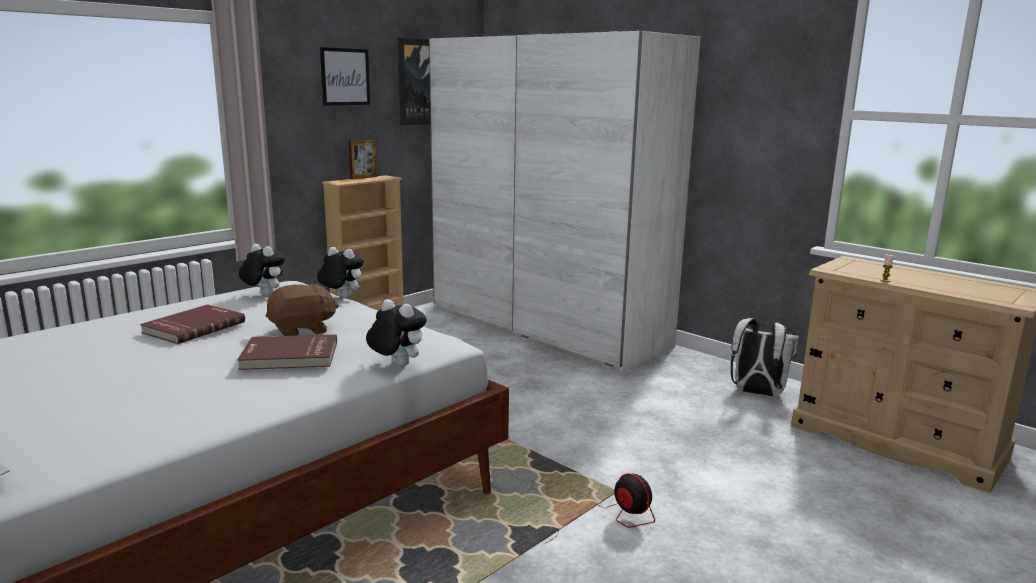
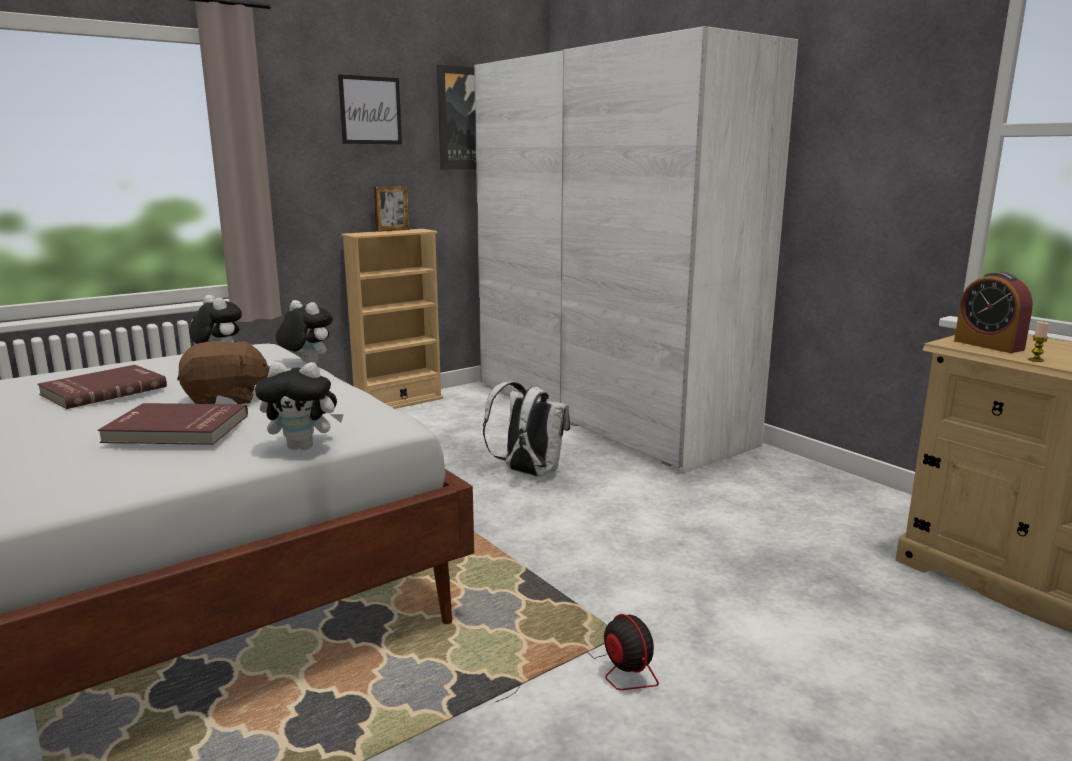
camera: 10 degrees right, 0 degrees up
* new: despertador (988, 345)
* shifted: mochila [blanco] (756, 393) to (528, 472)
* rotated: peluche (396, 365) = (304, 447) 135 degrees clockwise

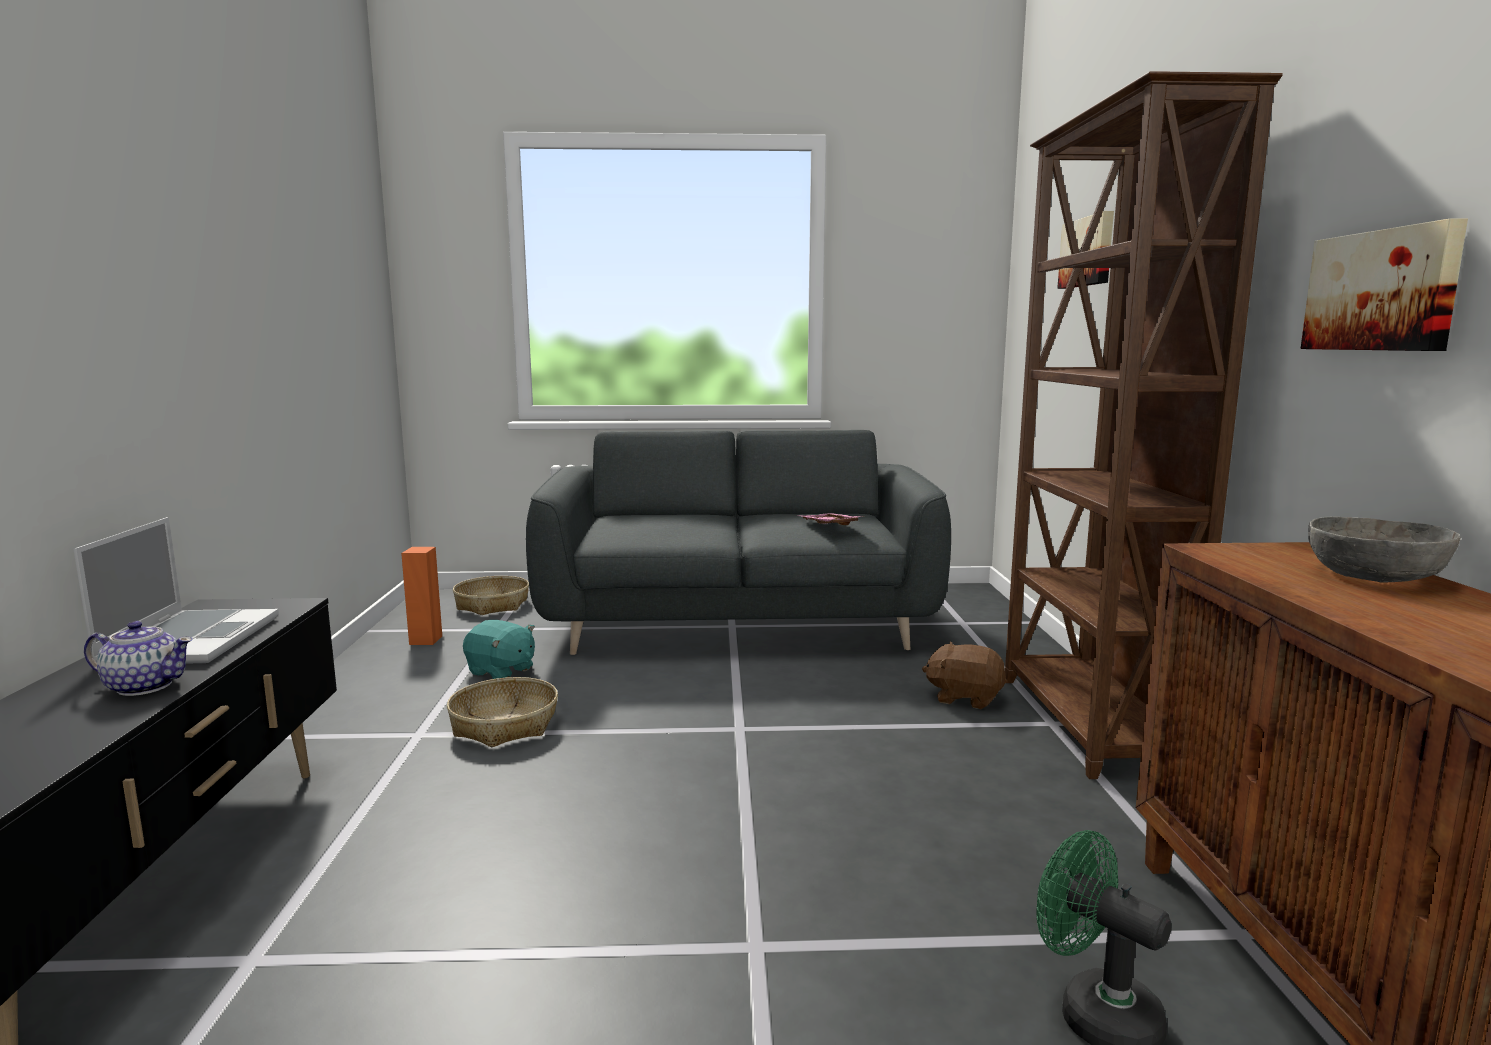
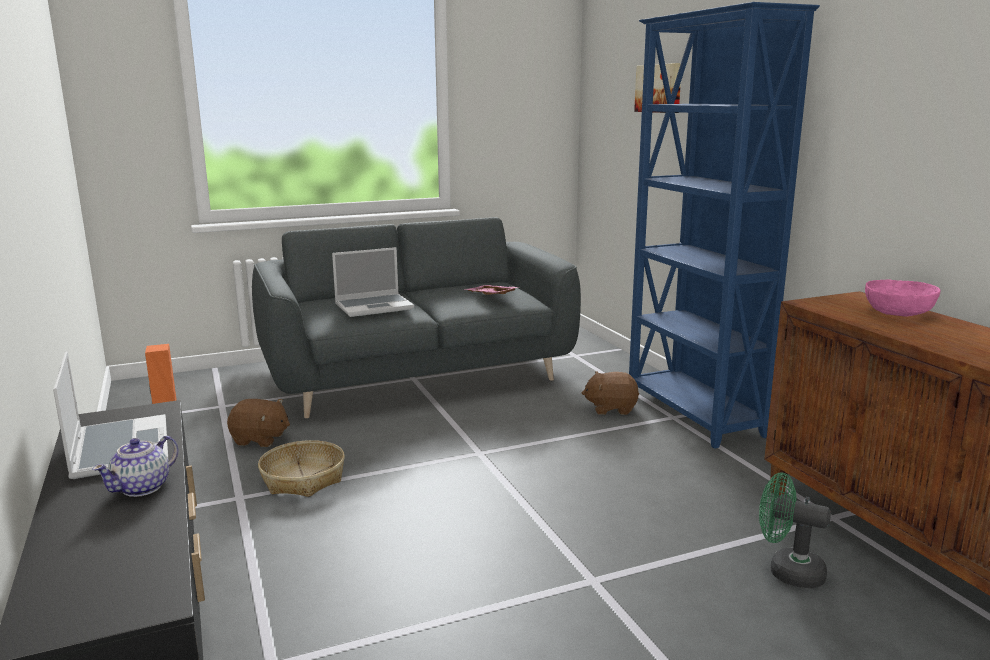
camera: 20 degrees left, 5 degrees up
* gone: cesta (492, 605)
* gone: cuadro (1383, 291)
* new: portátil (374, 306)
* repainted: peluche [turquesa] (501, 671) to peluche [marrón] (260, 439)
* repainted: estantería [marrón] (1085, 724) to estantería [azul] (692, 414)
* repainted: cuenco [gris] (1373, 576) to cuenco [rosa] (898, 312)
* rotated: tetera (144, 686) = (143, 487) 135 degrees clockwise

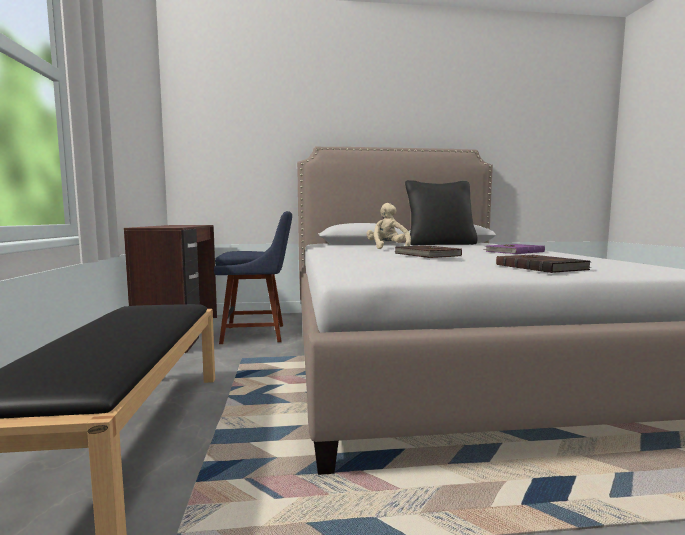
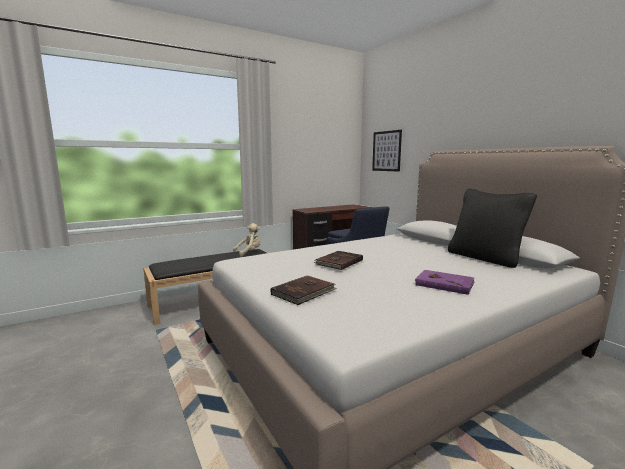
camera: 65 degrees right, 5 degrees up
* new: cuadro (386, 151)
* shifted: peluche [beis] (387, 248) to (249, 252)

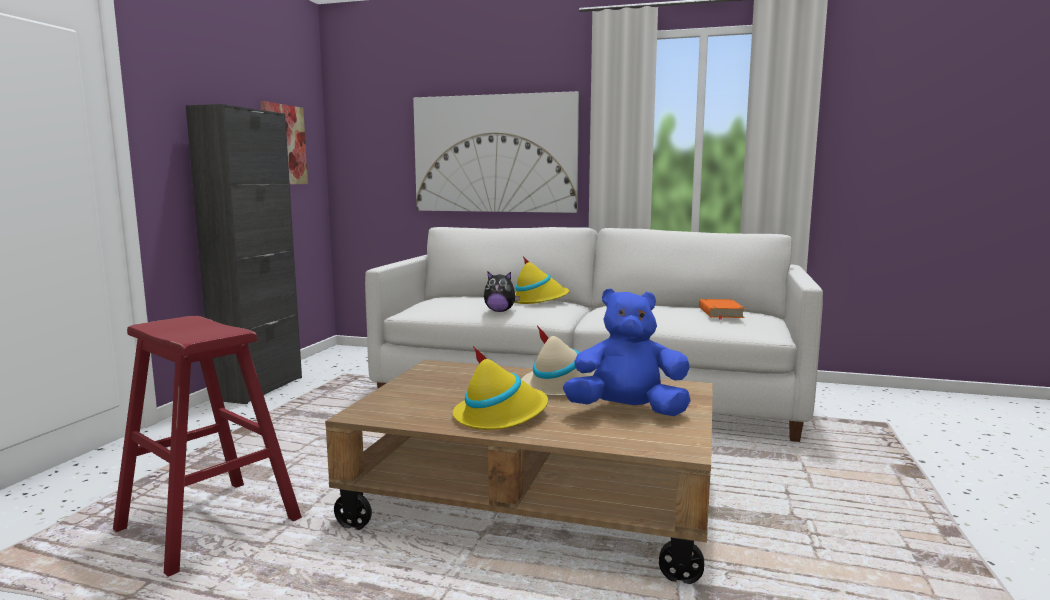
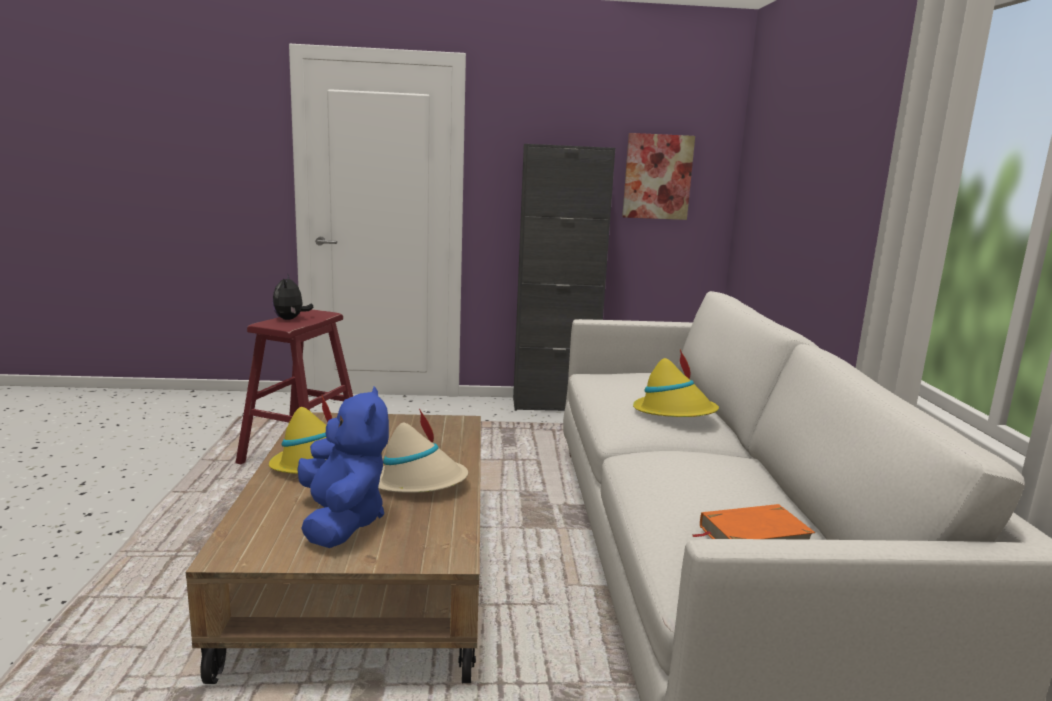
camera: 70 degrees right, 5 degrees up
* gone: cuadro (494, 154)
* shifted: peluche (500, 311) to (290, 319)

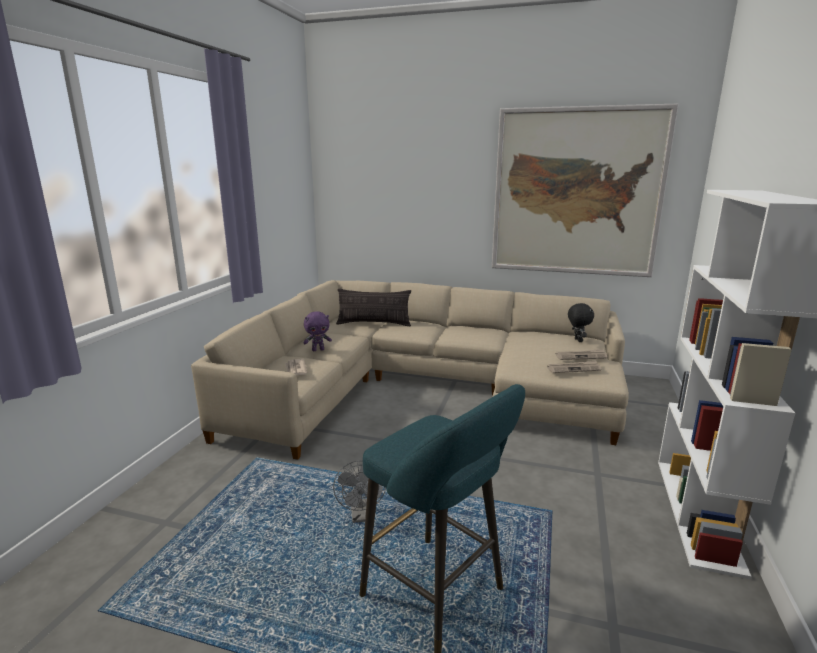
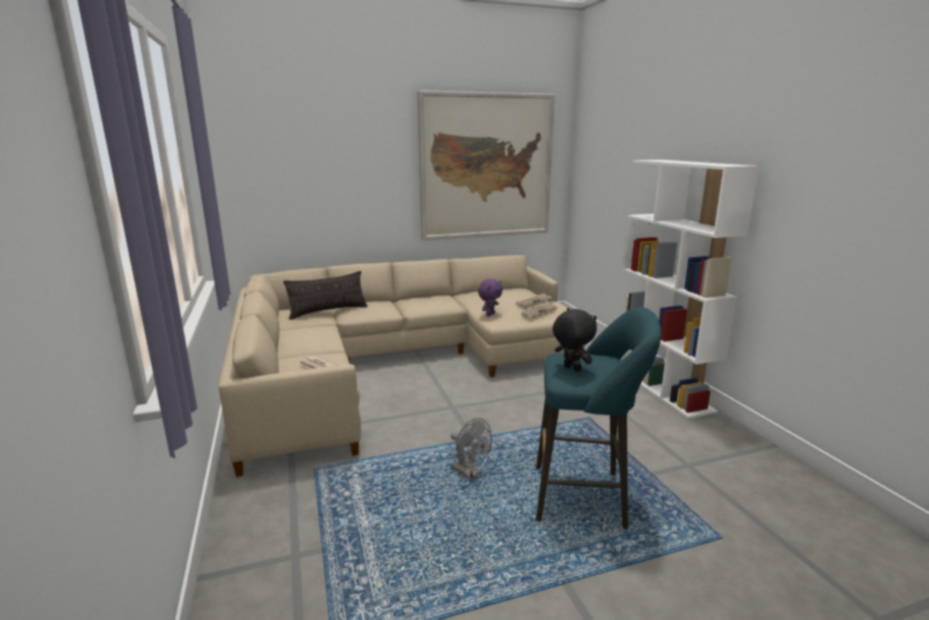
camera: 35 degrees left, 0 degrees up
* shifted: peluche [morado] (318, 350) to (490, 314)
* shifted: peluche [negro] (577, 340) to (571, 369)

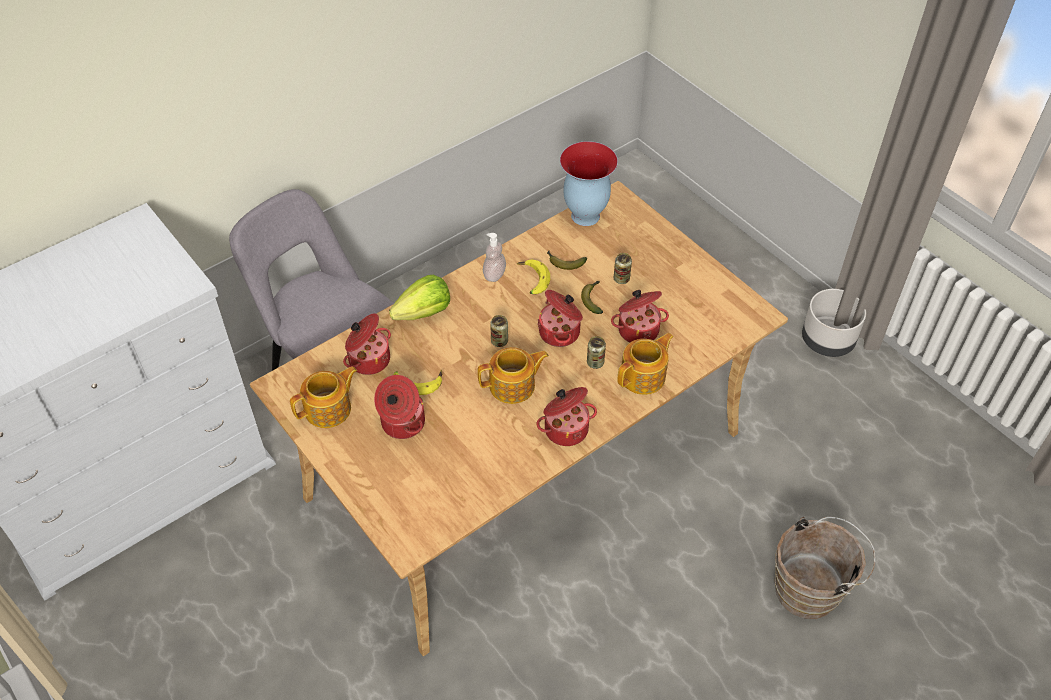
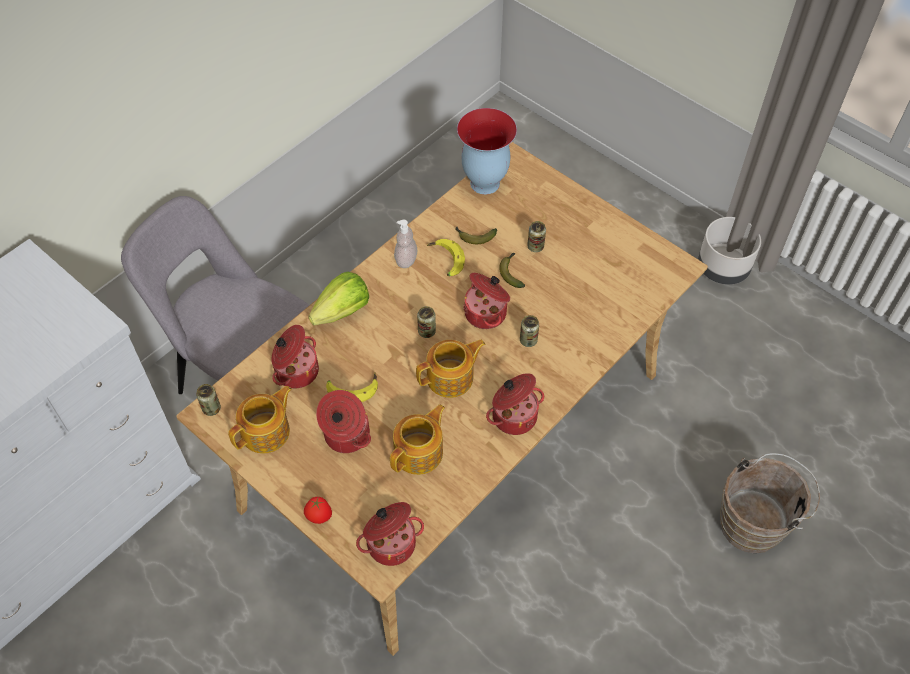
camera: 10 degrees left, 5 degrees up
* new: lata (211, 408)
* new: tomate (319, 517)
* shifted: olla (638, 329) to (391, 542)
* shifted: tetera (644, 376) to (420, 452)

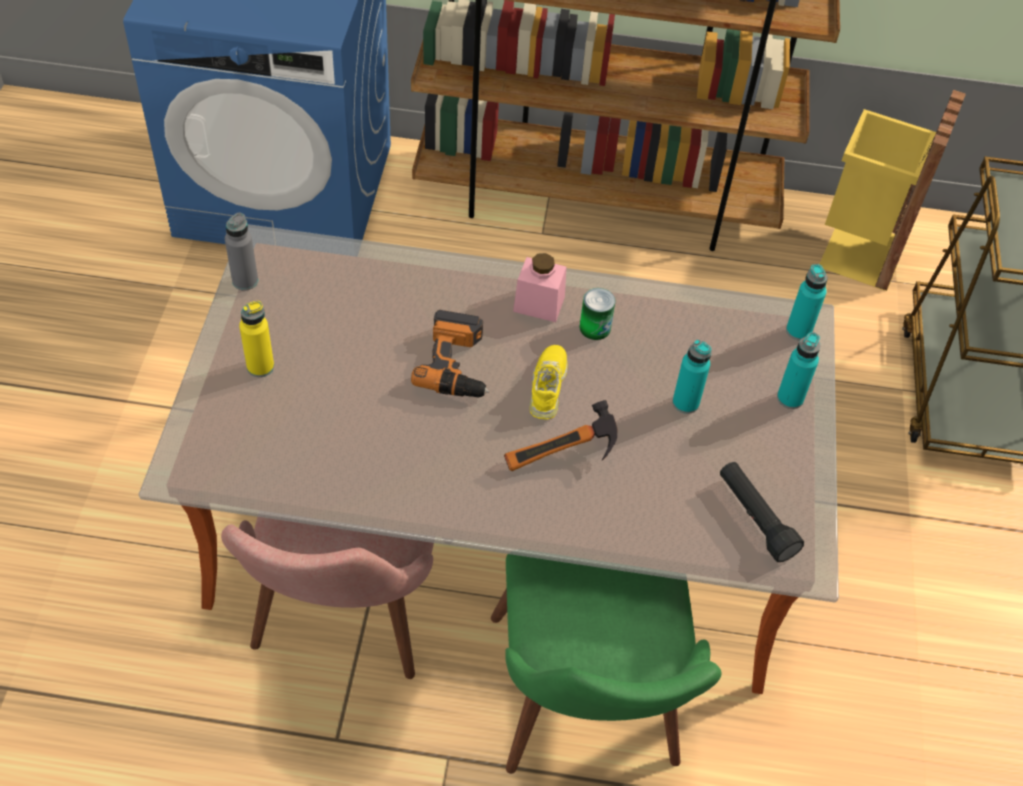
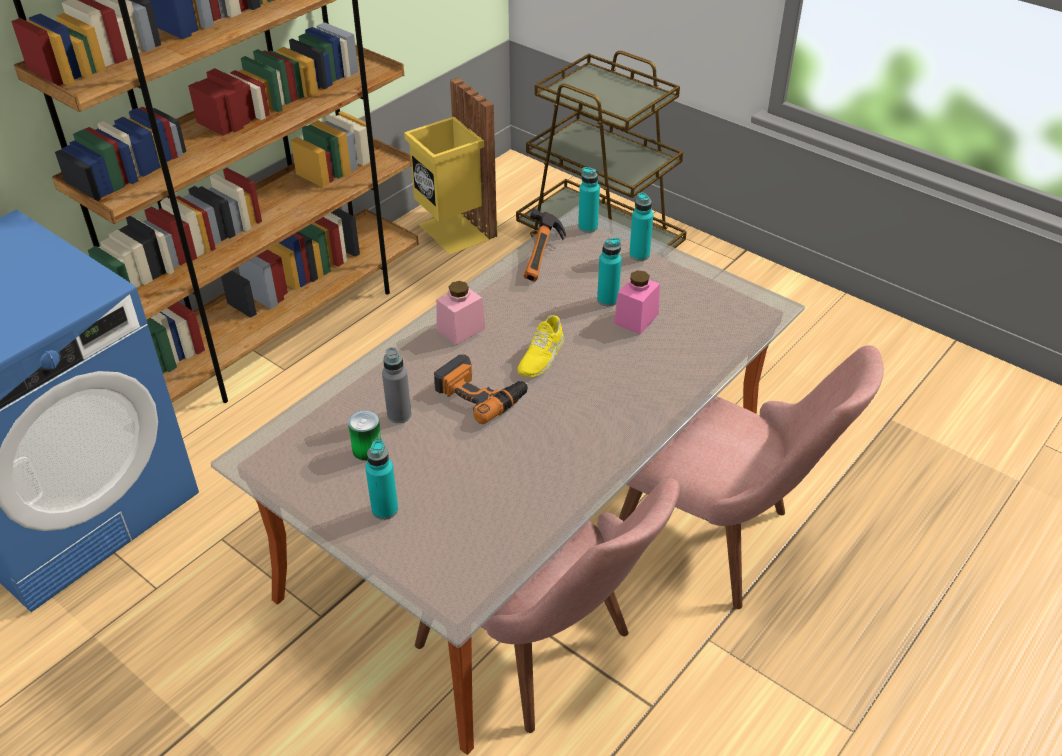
camera: 55 degrees left, 10 degrees down
* gone: linterna [negro] (755, 518)
* new: tarro [rosa] (636, 319)
* shifted: botella [gris] (245, 281) to (399, 415)
* shifted: martillo (562, 459) to (544, 259)
* shifted: lata (595, 327) to (367, 449)
* repainted: botella [amarillo] (260, 367) to botella [turquesa] (385, 509)
* repainted: silla [verde] (589, 716) to silla [rosa] (721, 541)
* rotated: zapato [amarillo] (548, 386) = (541, 356) 105 degrees counterclockwise

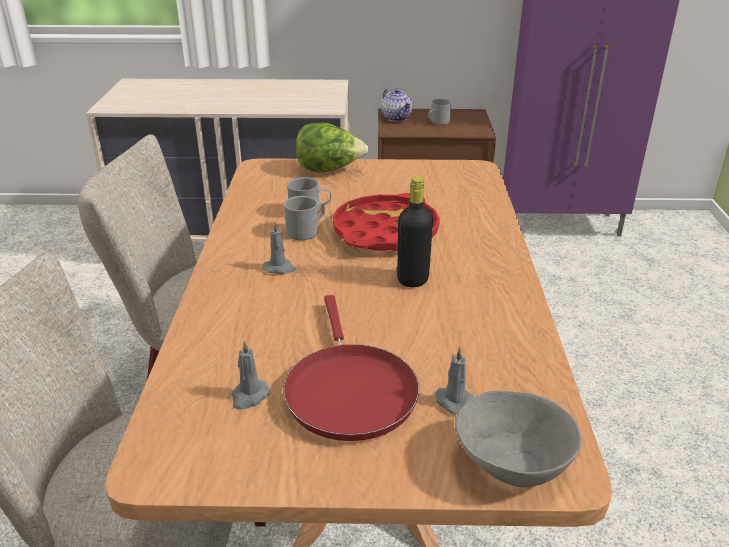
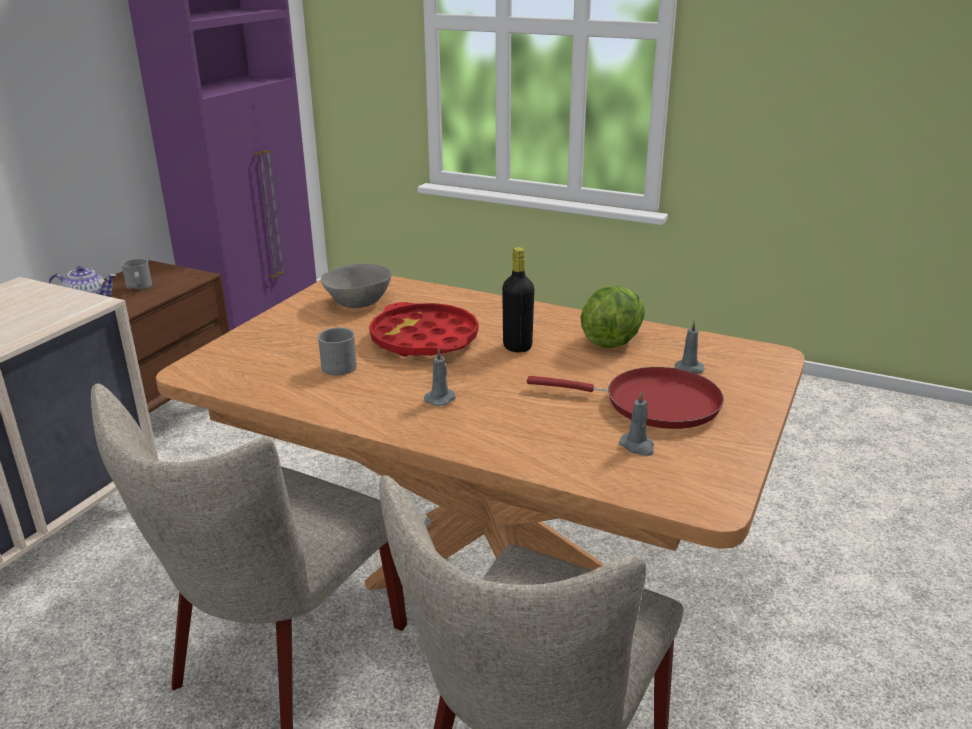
camera: 65 degrees left, 5 degrees down
* gone: taza grande [gris] (306, 230)
* shifted: lechuga (329, 170) to (612, 339)
* shifted: cuenco [gris] (513, 464) to (358, 302)

